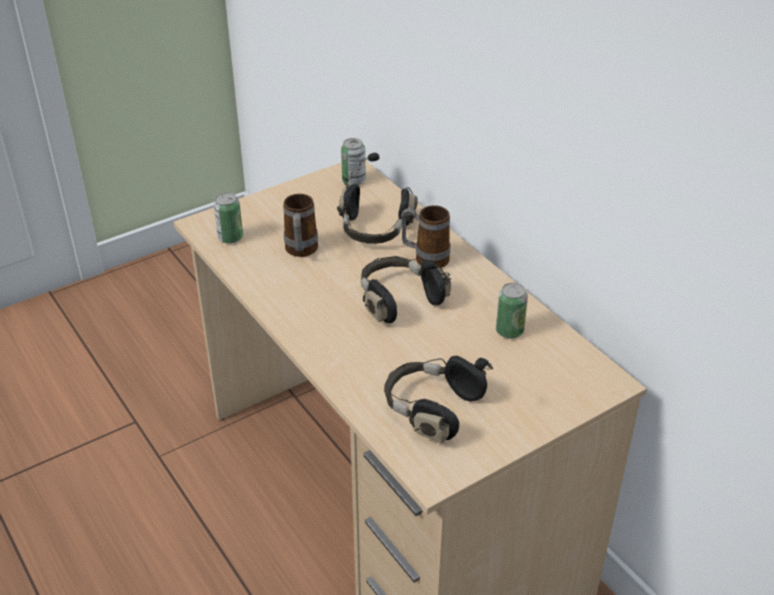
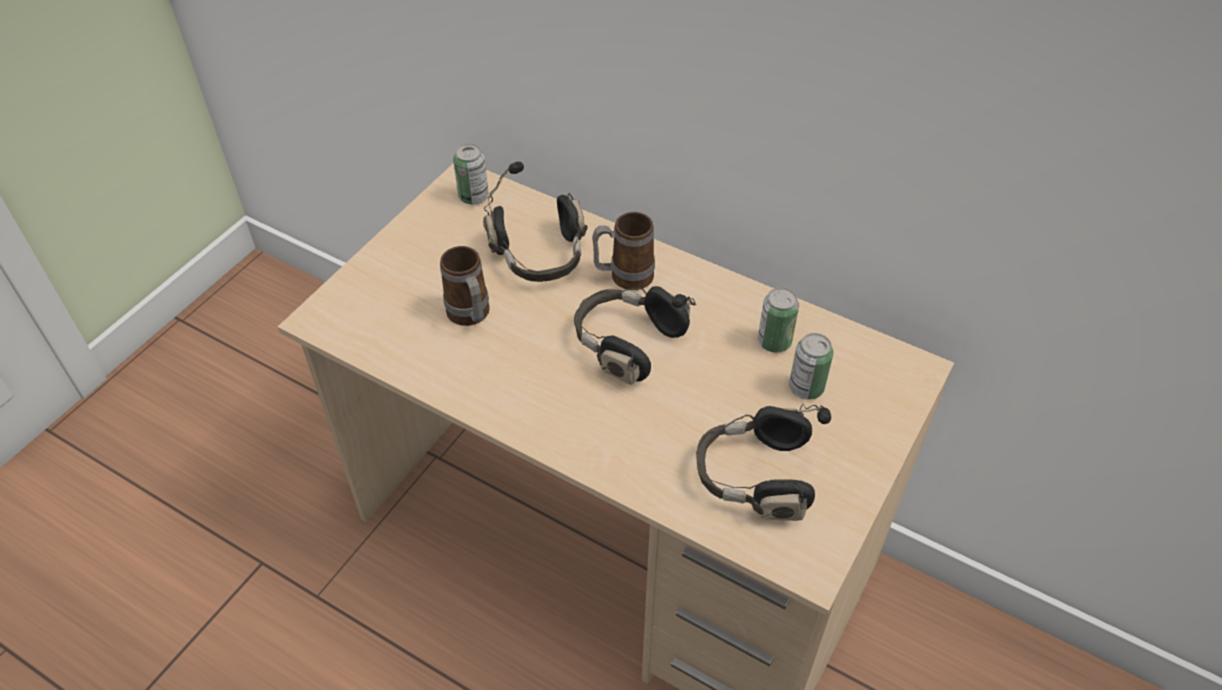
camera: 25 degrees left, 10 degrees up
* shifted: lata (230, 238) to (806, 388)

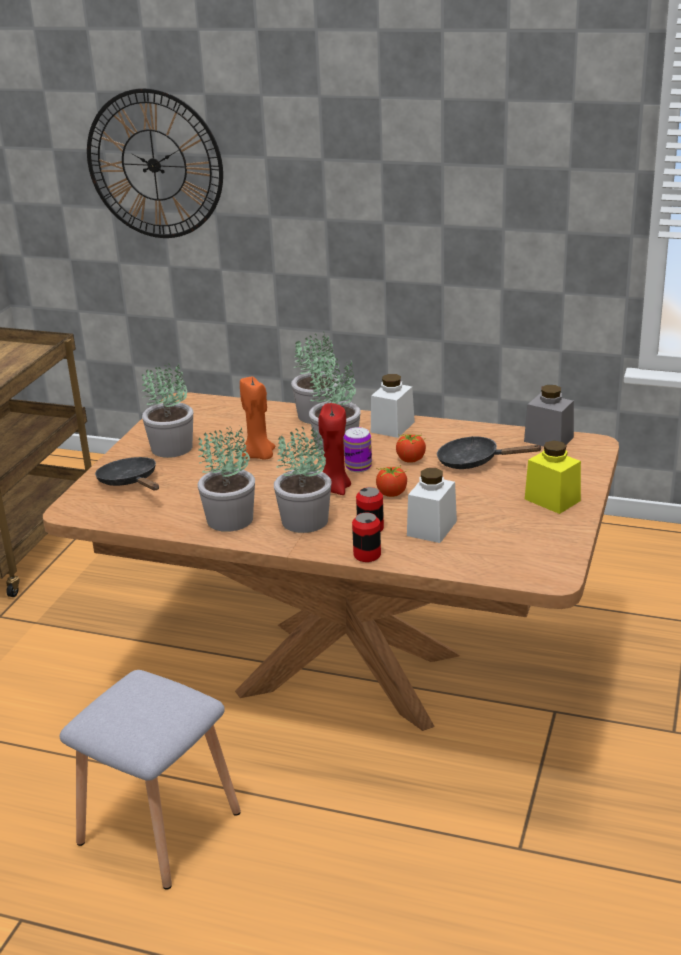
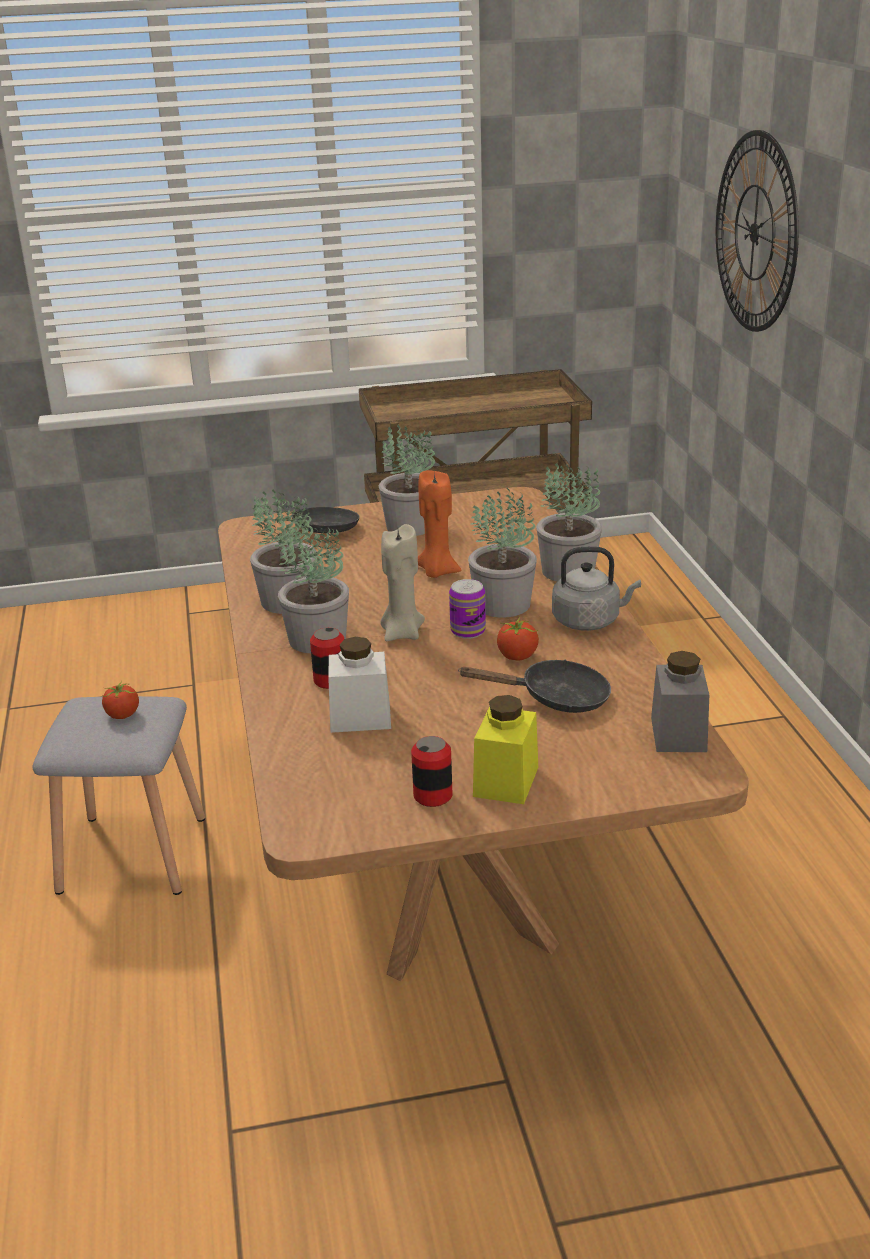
camera: 60 degrees right, 0 degrees up
* shifted: lata (367, 555) to (433, 796)
* shifted: tomate (392, 493) to (122, 715)
* swapped: tarro [blanco] (392, 427) to hervidor [gris] (589, 621)
* repainted: vela [rojo] (334, 489) to vela [beis] (402, 633)
* rotated: sartén [negro] (474, 462) = (555, 698) 105 degrees clockwise

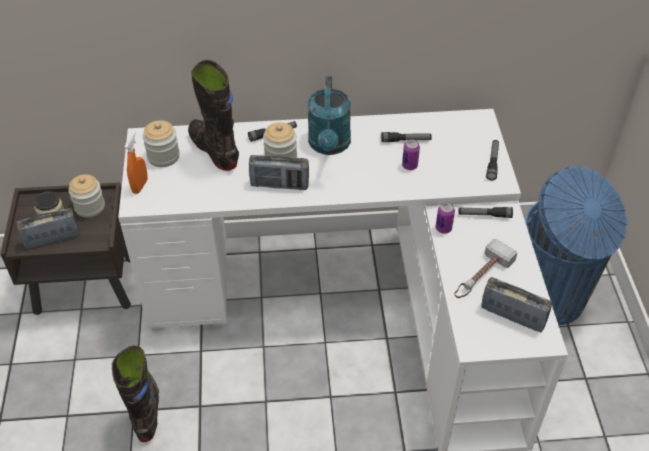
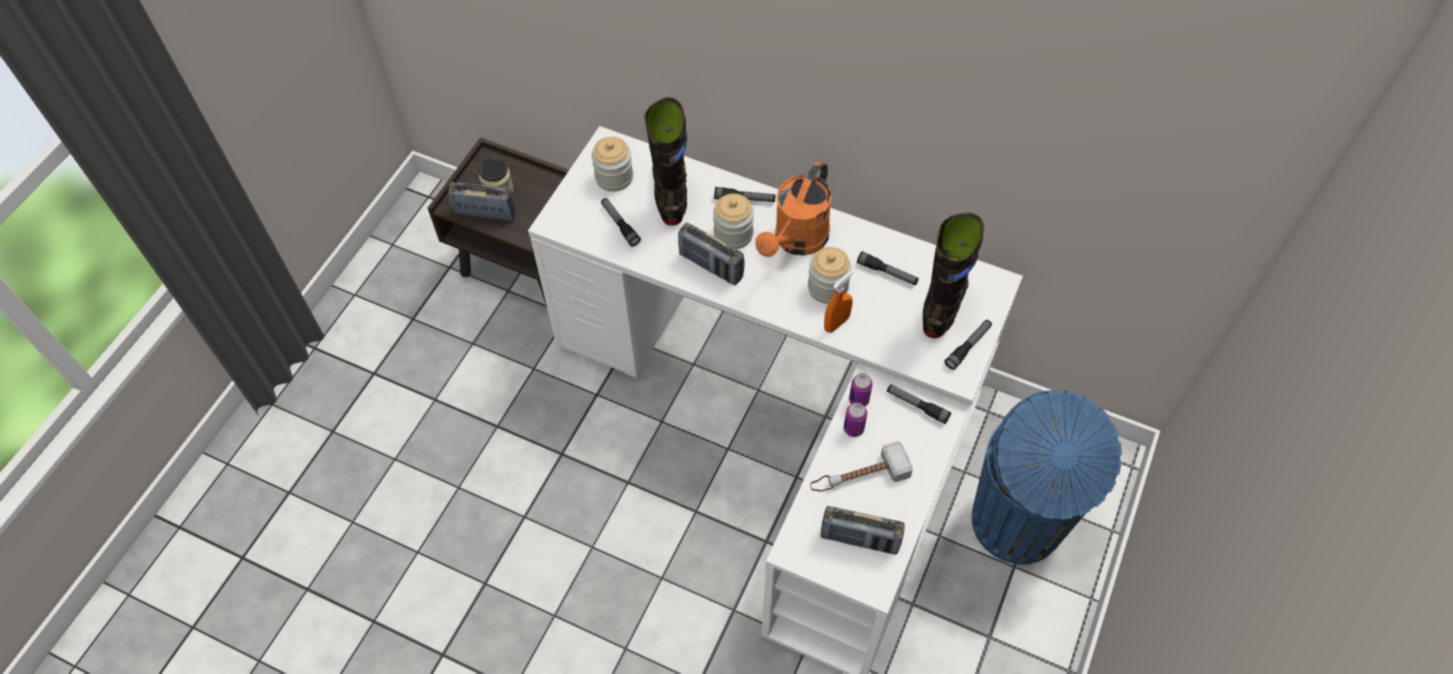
camera: 30 degrees right, 10 degrees up
* new: linterna (620, 225)
* shifted: tarro (90, 207) to (827, 288)
* shifted: bota [negro] (146, 410) to (944, 302)
* shifted: pulverizador [naranja] (140, 186) to (836, 323)
* shifted: lata (409, 166) to (853, 428)
* repainted: regadera [turquesa] (329, 146) to regadera [naranja] (796, 241)
* rotated: radio (512, 316) = (859, 539) 135 degrees clockwise

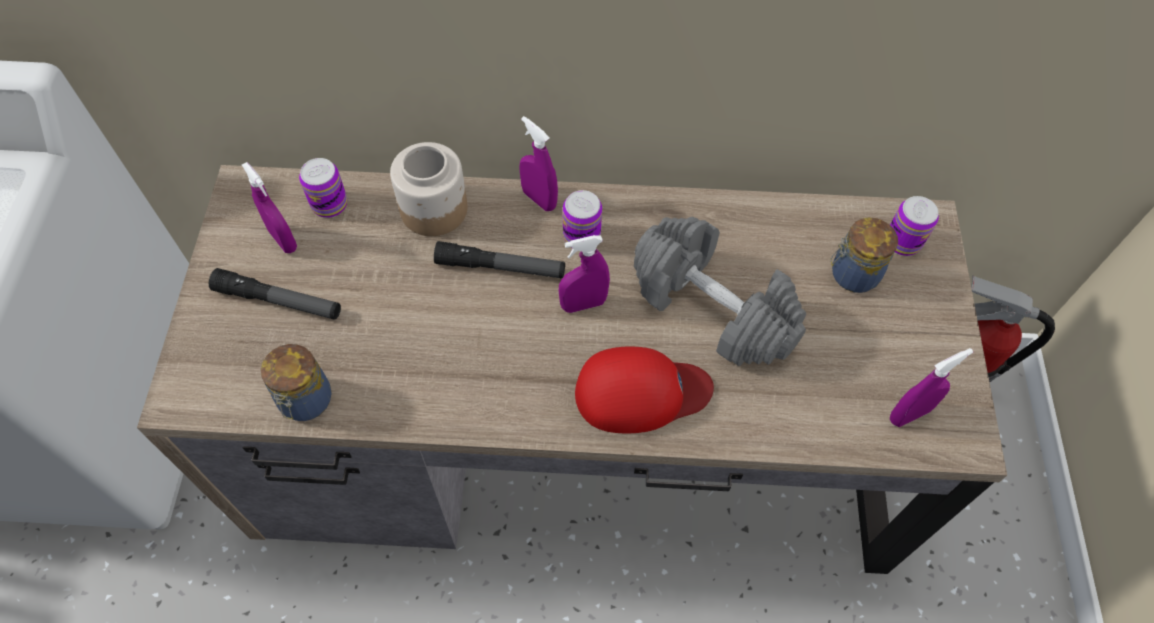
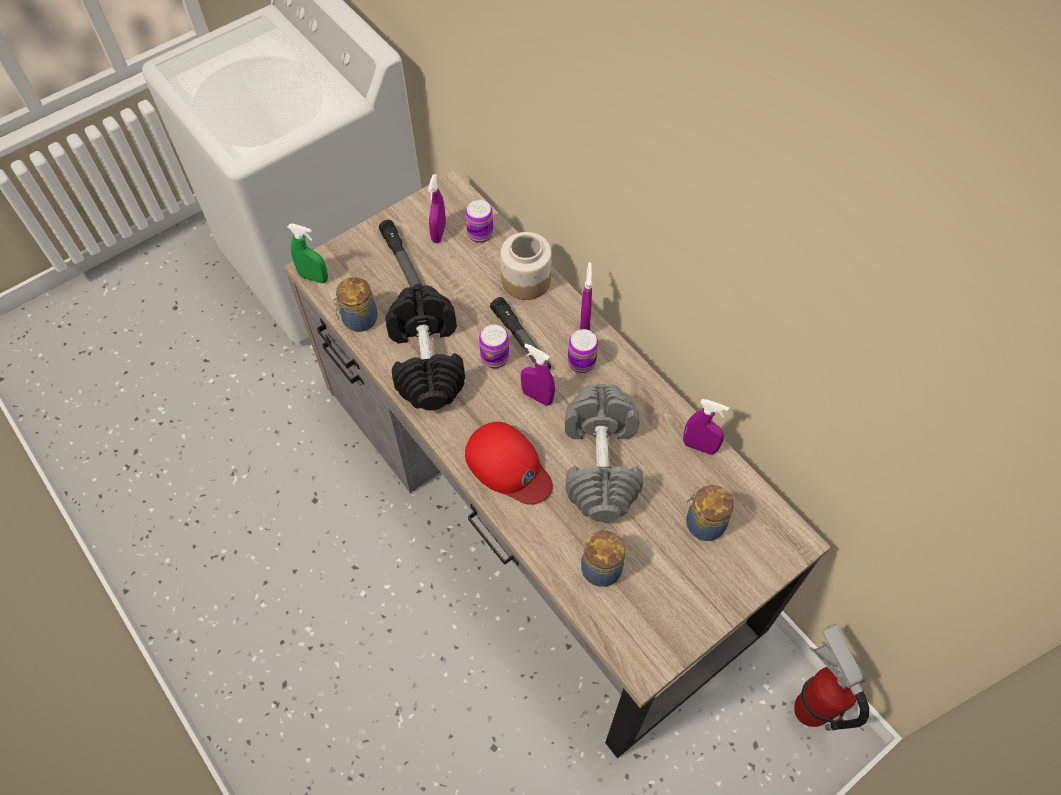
camera: 50 degrees right, 0 degrees up
* new: pulverizador [verde] (314, 277)
* new: mancuerna [negro] (426, 360)
* new: tarro (601, 567)
* shifted: lata (902, 242) to (495, 357)
* shifted: pulverizador [morado] (909, 414) to (699, 446)

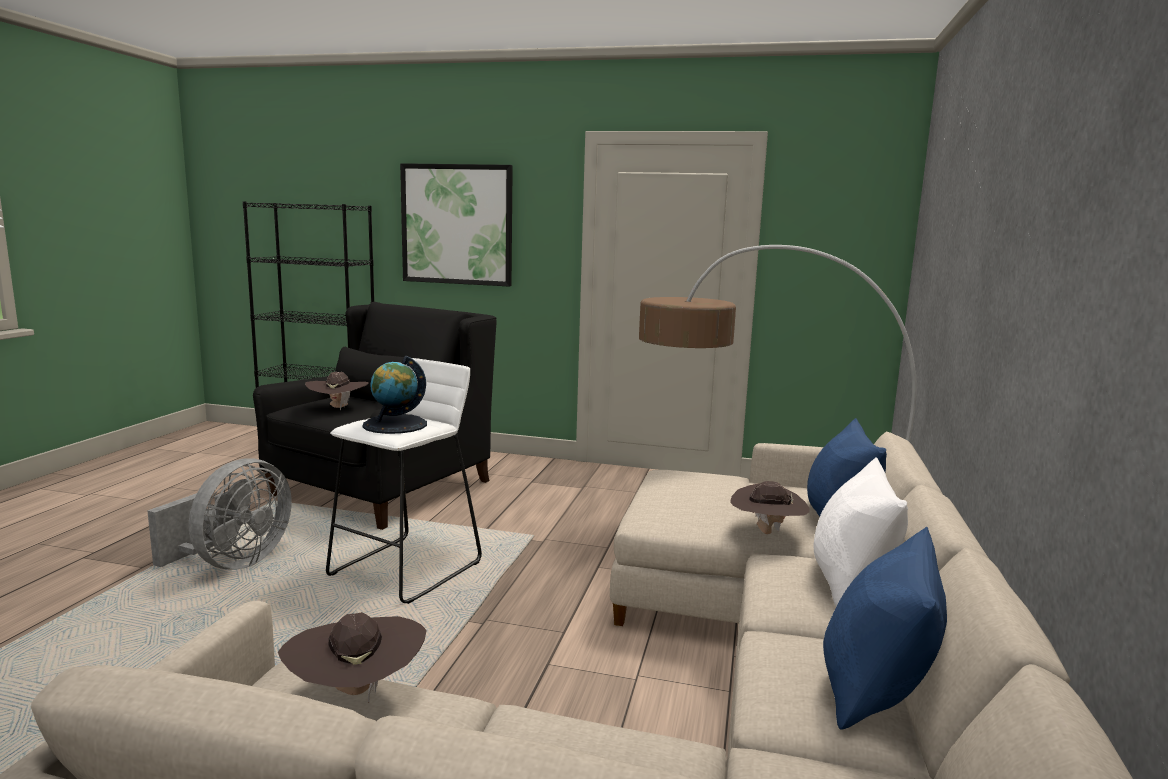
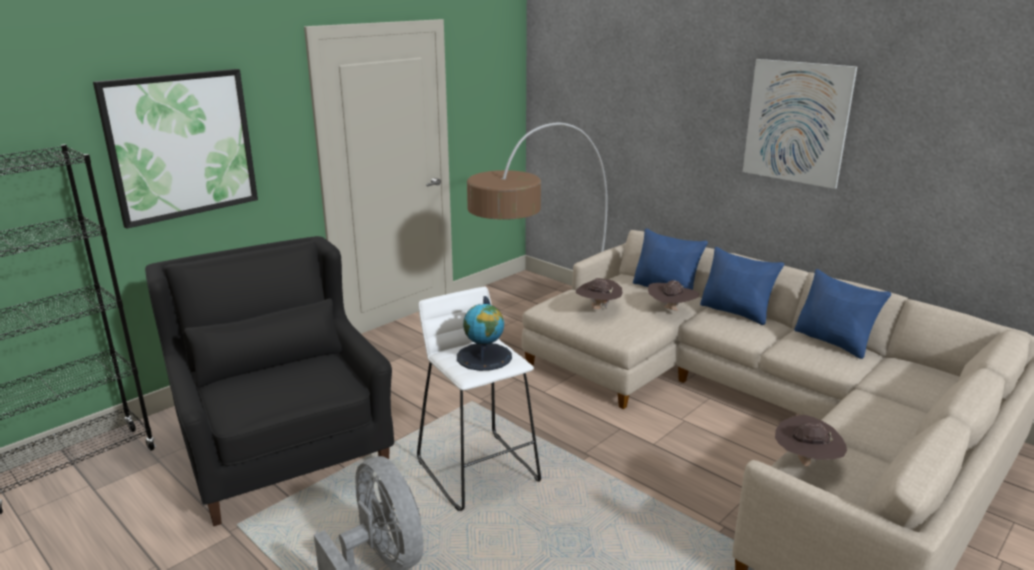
camera: 60 degrees left, 10 degrees up
* new: cuadro (796, 122)
* shifted: sombrero [marrón] (338, 408) to (598, 308)
* repainted: cojín [blanco] (851, 580) to cojín [azul] (736, 312)

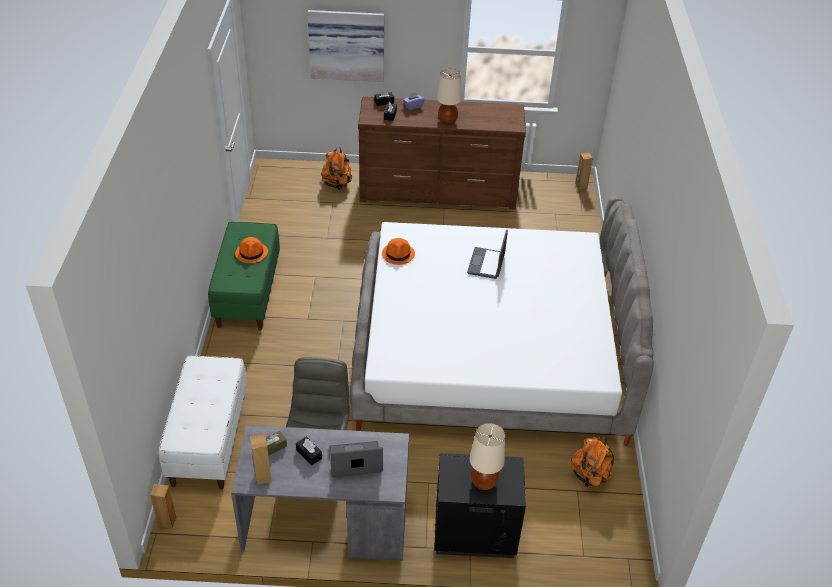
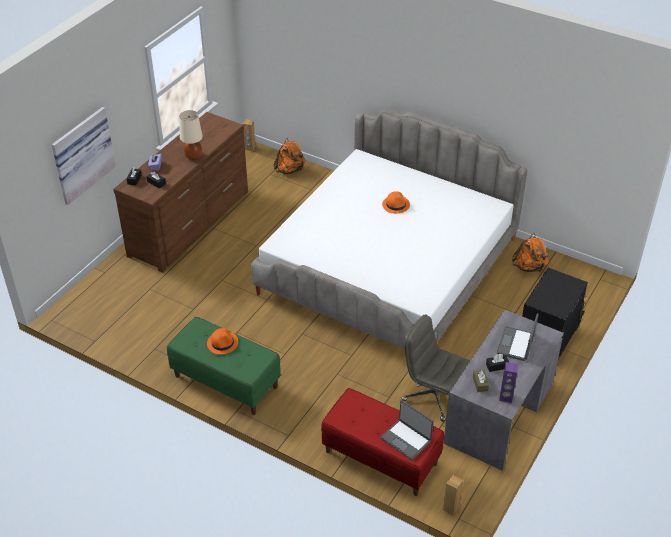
camera: 60 degrees left, 0 degrees up
* gone: lámpara de mesa [beis] (483, 482)
* shifted: mochila [naranja] (337, 184) to (290, 170)
* shifted: sombrero [naranja] (398, 254) to (396, 205)
* shifted: portátil (487, 264) to (406, 439)
* repainted: banco [blanco] (208, 439) to banco [rojo] (380, 458)
* repainted: altavoz [marrón] (262, 477) to altavoz [morado] (506, 397)

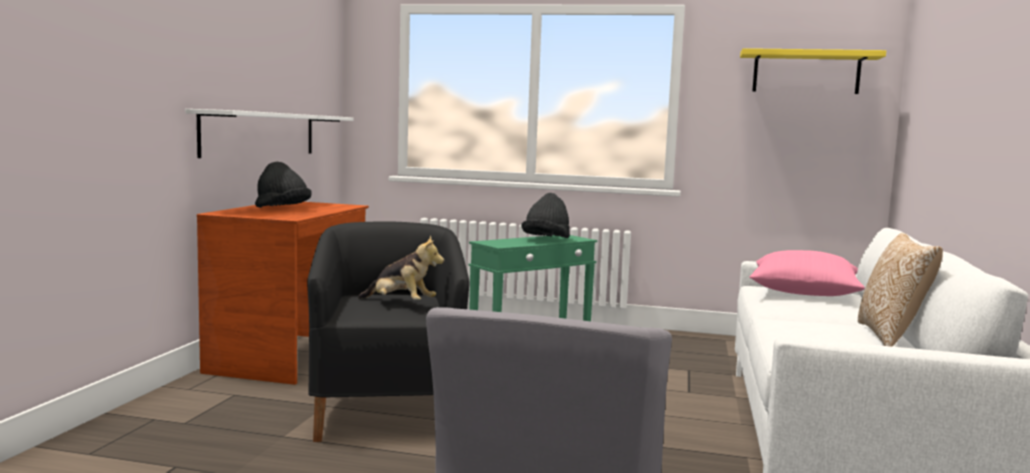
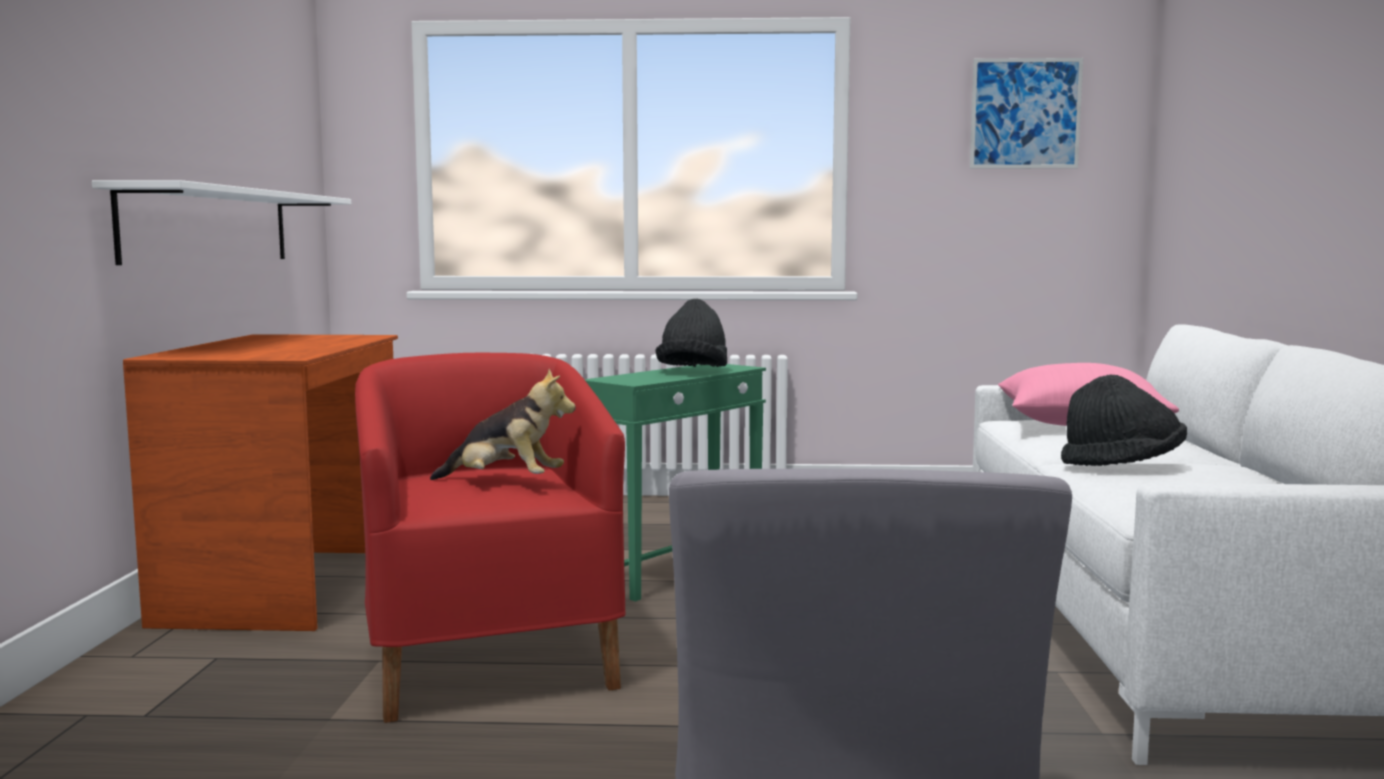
camera: 10 degrees left, 0 degrees up
* gone: cojín (892, 337)
* shifted: sombrero [negro] (282, 209) to (1122, 466)
* swapped: estante [amarillo] (806, 72) to cuadro (1025, 113)
* repainted: sillón [negro] (388, 412) to sillón [rojo] (488, 660)

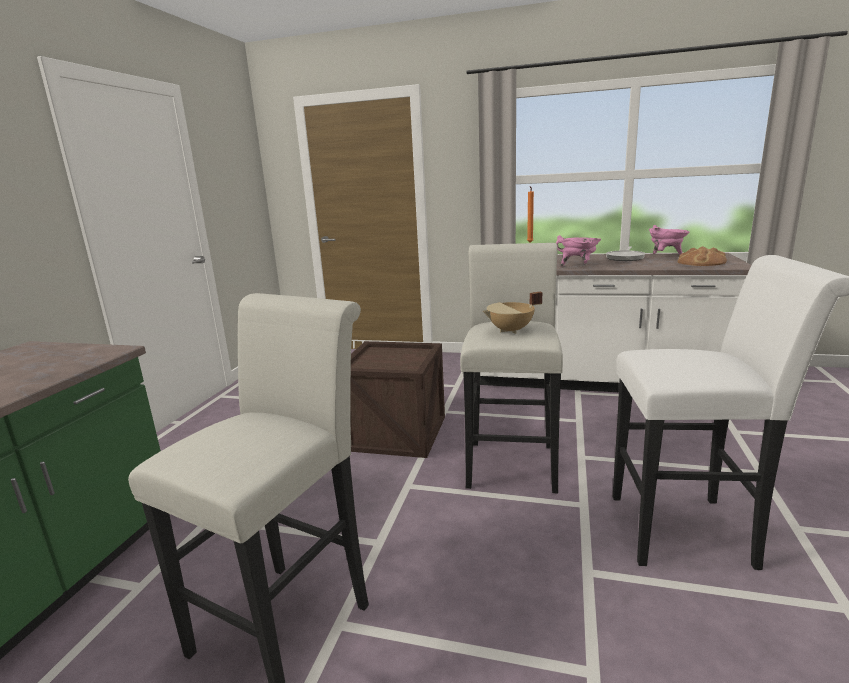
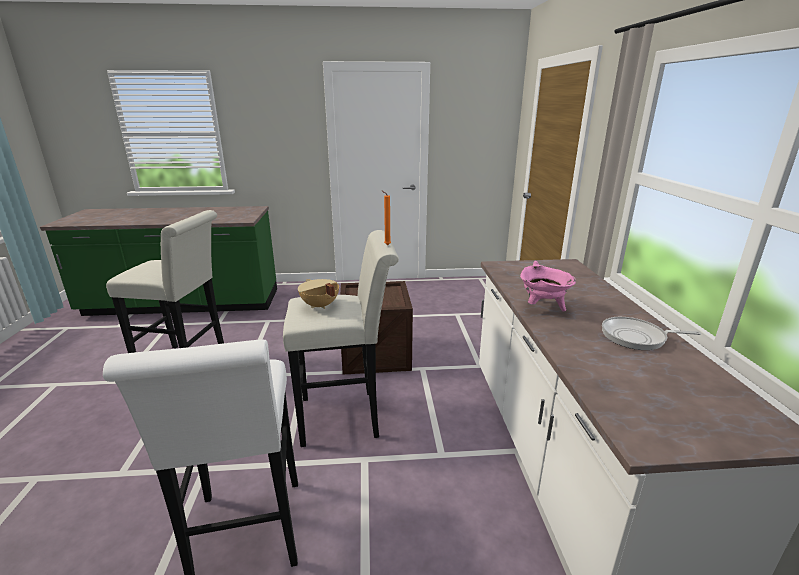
camera: 70 degrees right, 5 degrees up
* gone: olla [rosa] (665, 255)
* gone: pan (701, 262)

